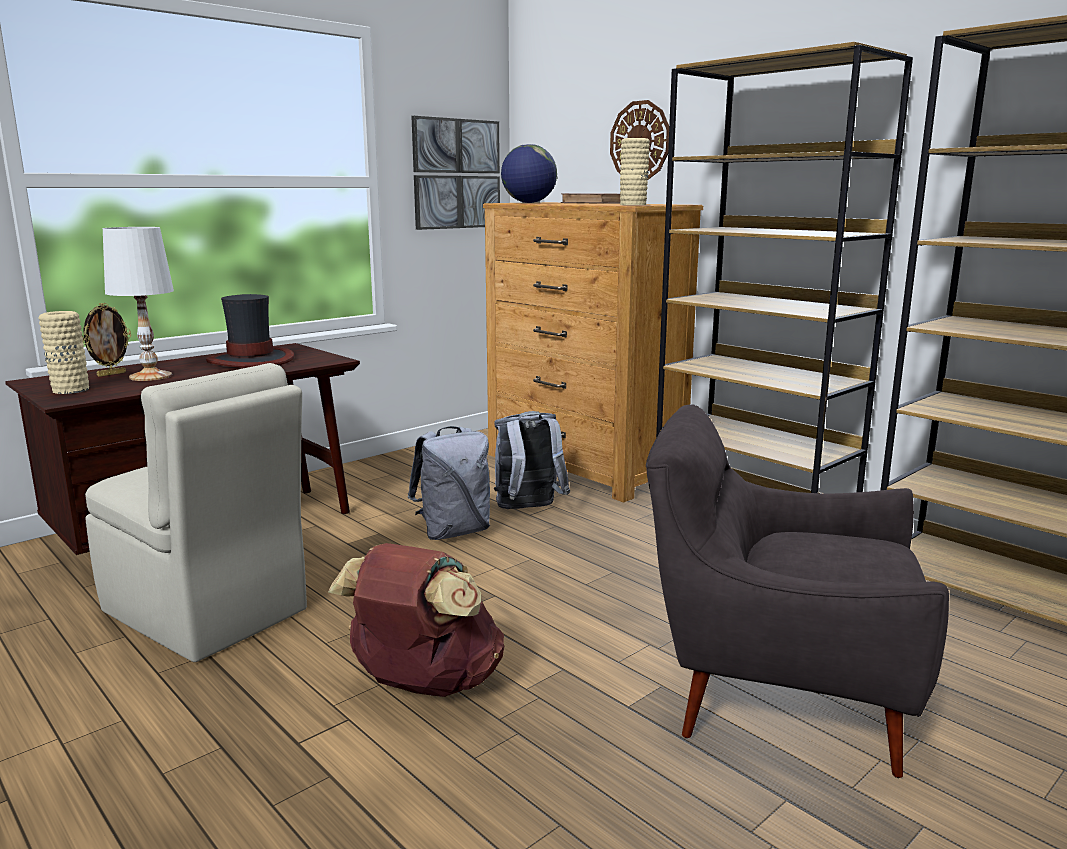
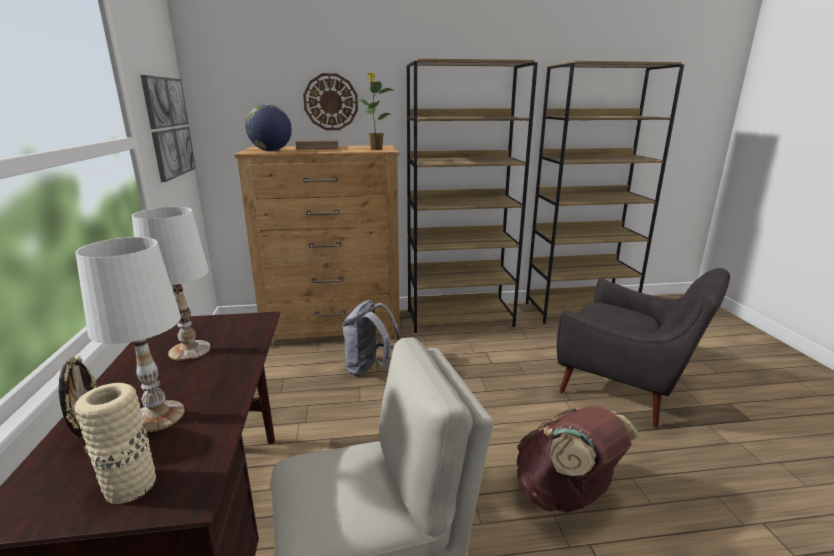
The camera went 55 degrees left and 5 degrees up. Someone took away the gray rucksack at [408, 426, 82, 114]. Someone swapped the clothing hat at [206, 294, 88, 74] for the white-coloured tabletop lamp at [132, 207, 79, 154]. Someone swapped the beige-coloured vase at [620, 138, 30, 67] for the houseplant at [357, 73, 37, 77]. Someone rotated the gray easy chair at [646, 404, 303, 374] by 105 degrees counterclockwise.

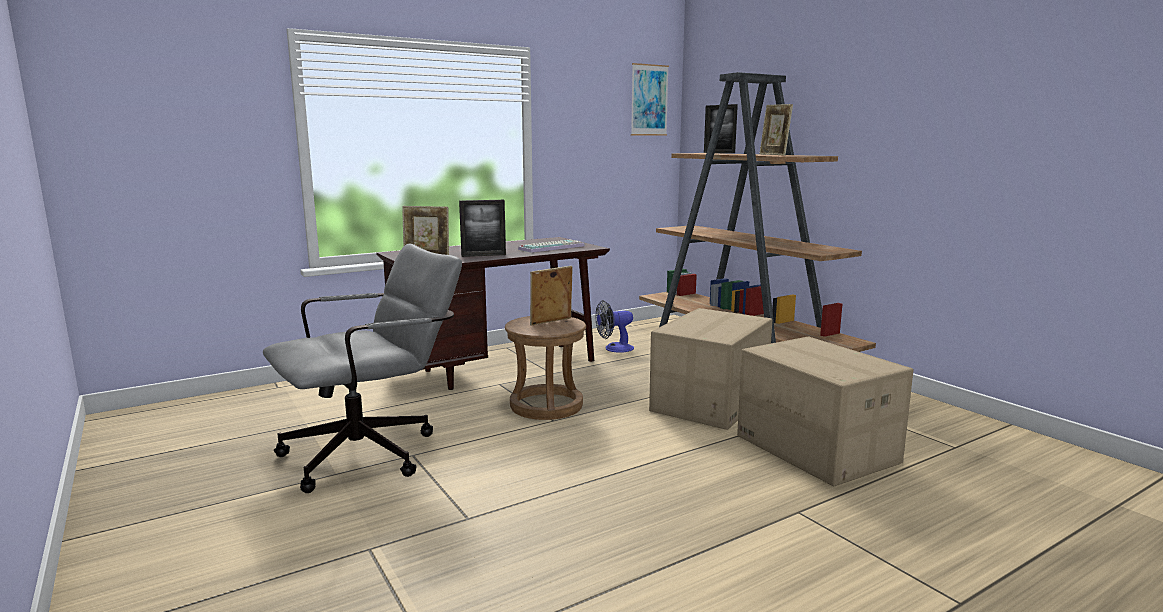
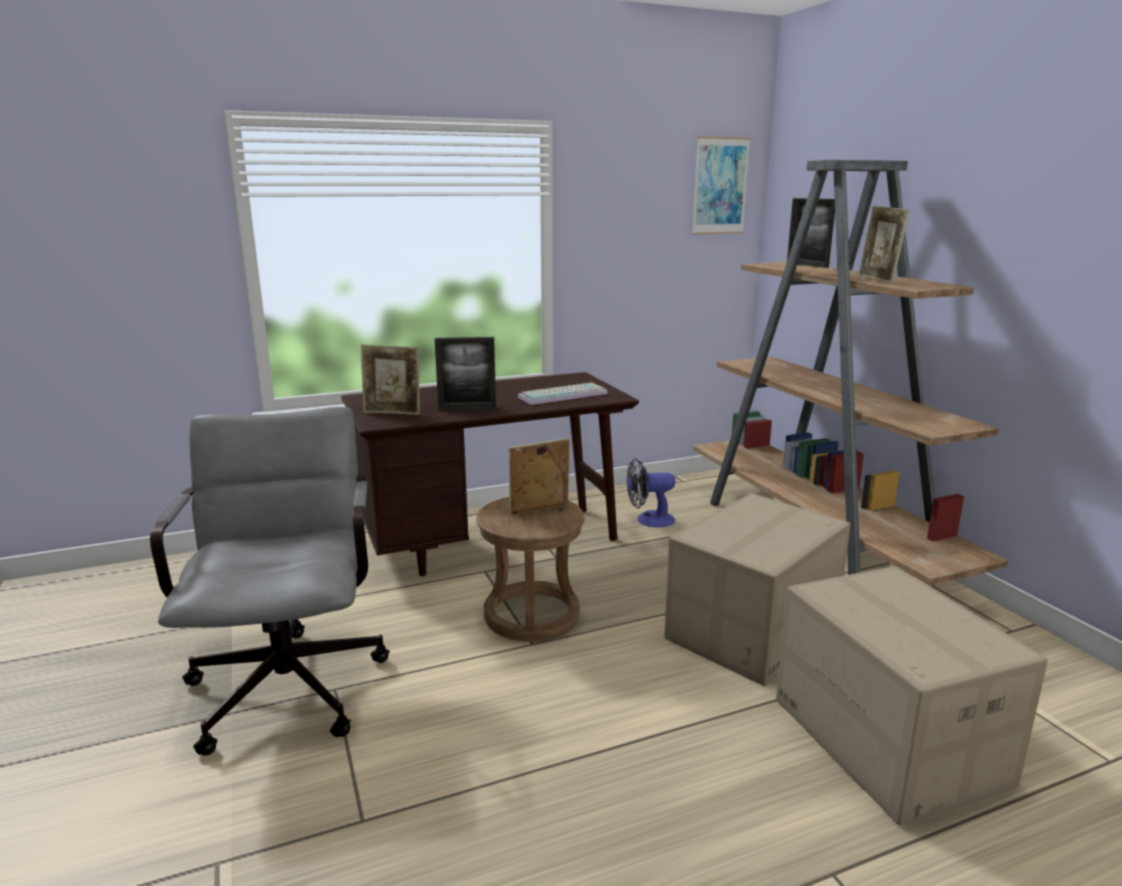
The camera went 10 degrees right and 5 degrees up. Someone rotated the gray desk chair at [263, 244, 199, 249] by 75 degrees counterclockwise.

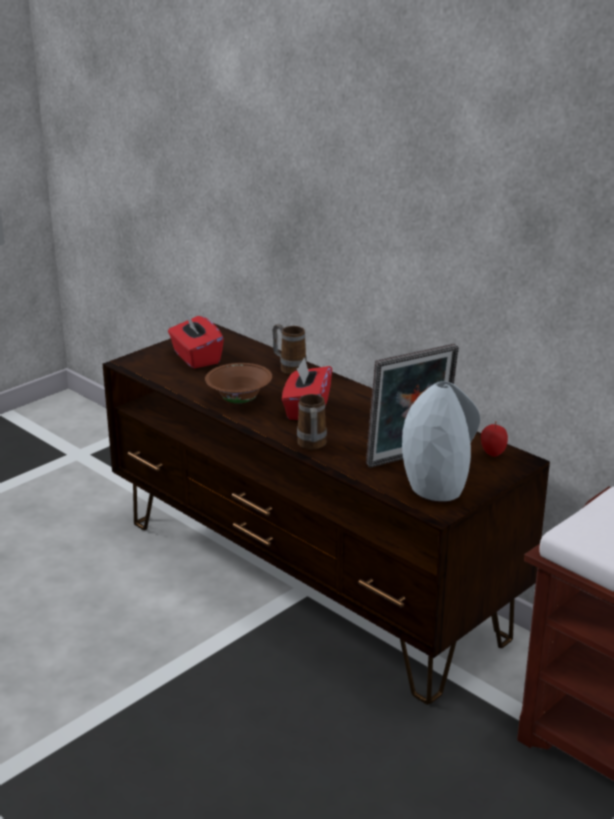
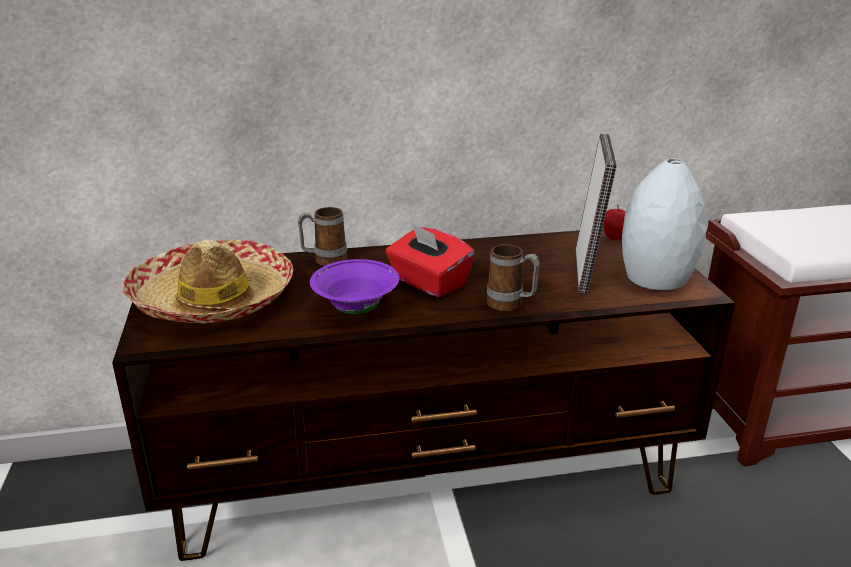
The camera went 55 degrees left and 0 degrees up. Someone swapped the reddish tissue box at [168, 313, 56, 55] for the clothing hat at [122, 239, 171, 84]. Someone repainted the brownish serving bowl at [205, 363, 67, 40], which became the purple serving bowl at [310, 259, 89, 55].

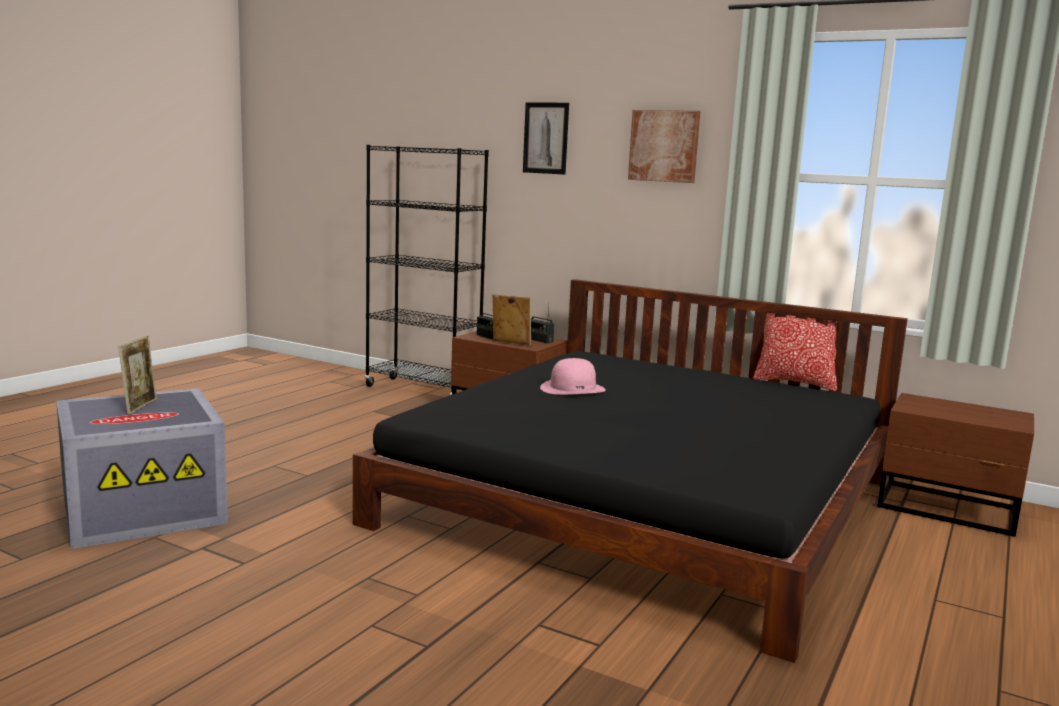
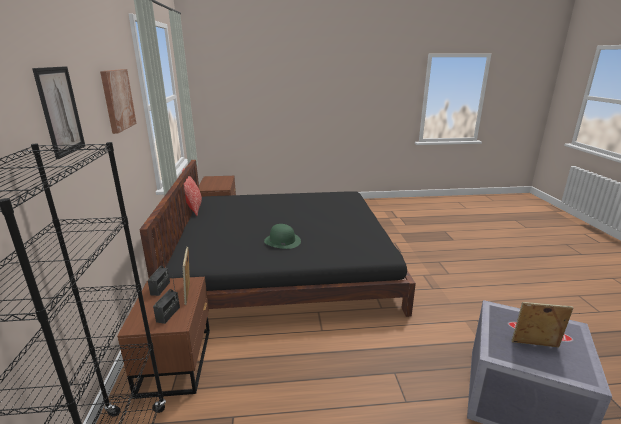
The camera went 125 degrees left and 10 degrees up. Someone repainted the pink-coloured clothing hat at [540, 358, 66, 37], which became the green clothing hat at [264, 224, 37, 25]. Someone rotated the photo frame at [118, 336, 39, 79] by 45 degrees clockwise.

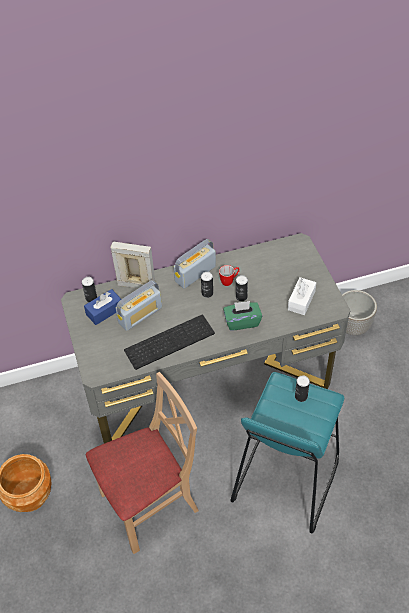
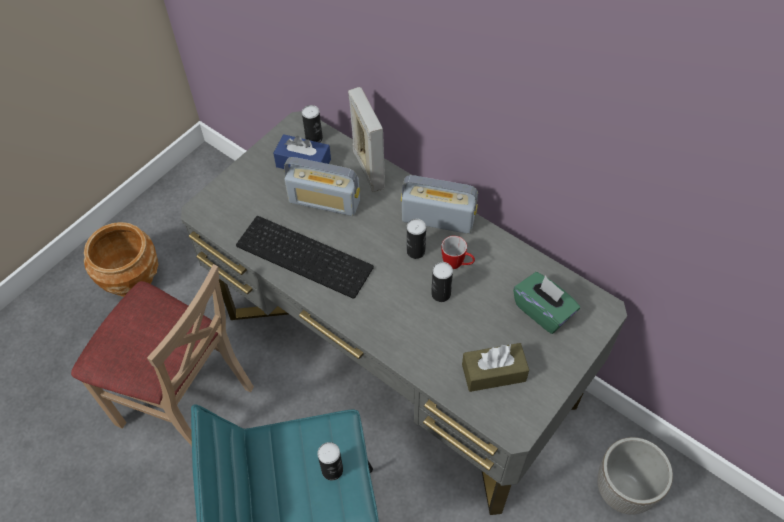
The camera went 55 degrees right and 5 degrees up. Someone carried the green tissue box from [223, 301, 39, 30] to [513, 272, 67, 62]. Someone repainted the white-coloured tissue box at [288, 277, 28, 38], which became the brownish tissue box at [462, 343, 67, 49].

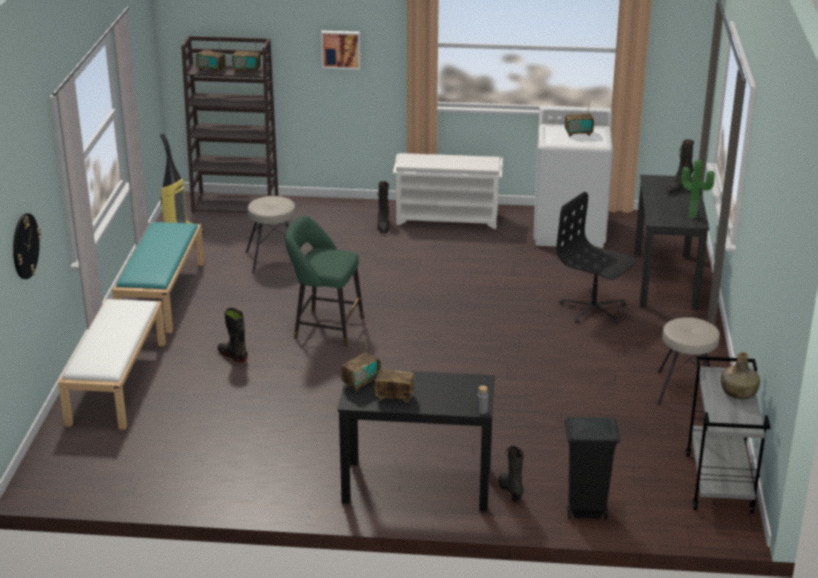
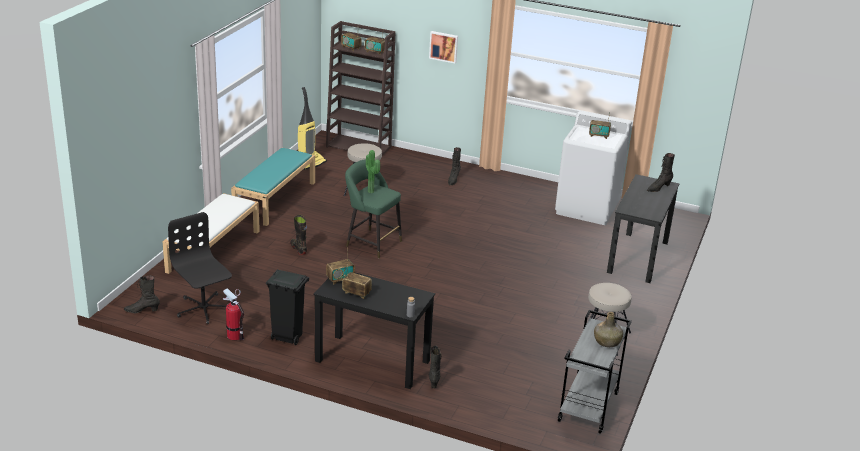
The camera went 15 degrees right and 0 degrees up. Someone took away the hanging clock at [13, 213, 28, 66]. Someone took away the white-coloured shoe shelf at [393, 153, 110, 76]. Someone put down the black high-top boot at [124, 276, 36, 37]. Someone put down the fire-fighting cylinder at [223, 288, 21, 52]. Someone carried the black desk chair from [556, 192, 81, 131] to [168, 212, 64, 112]. Someone carried the black rubbish bin from [565, 417, 55, 103] to [266, 269, 43, 76]. Someone carried the houseplant from [681, 160, 34, 58] to [366, 150, 14, 43].

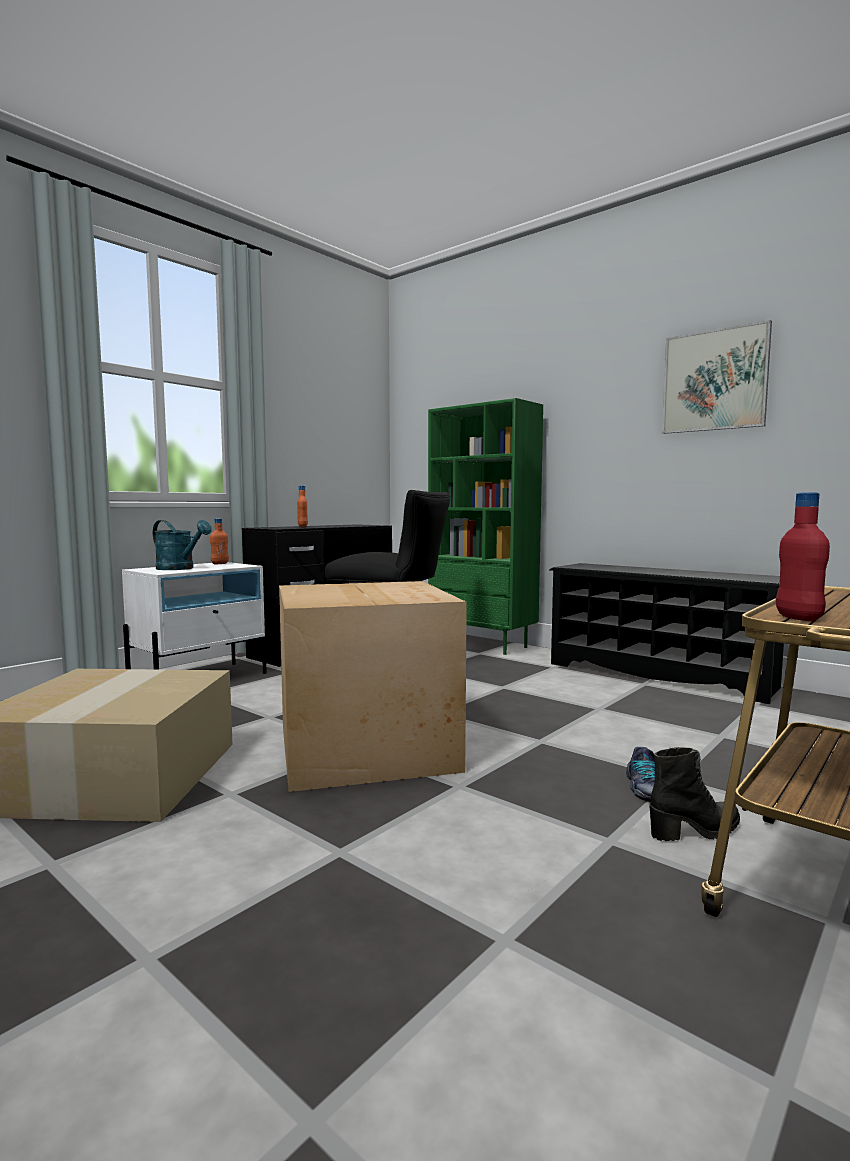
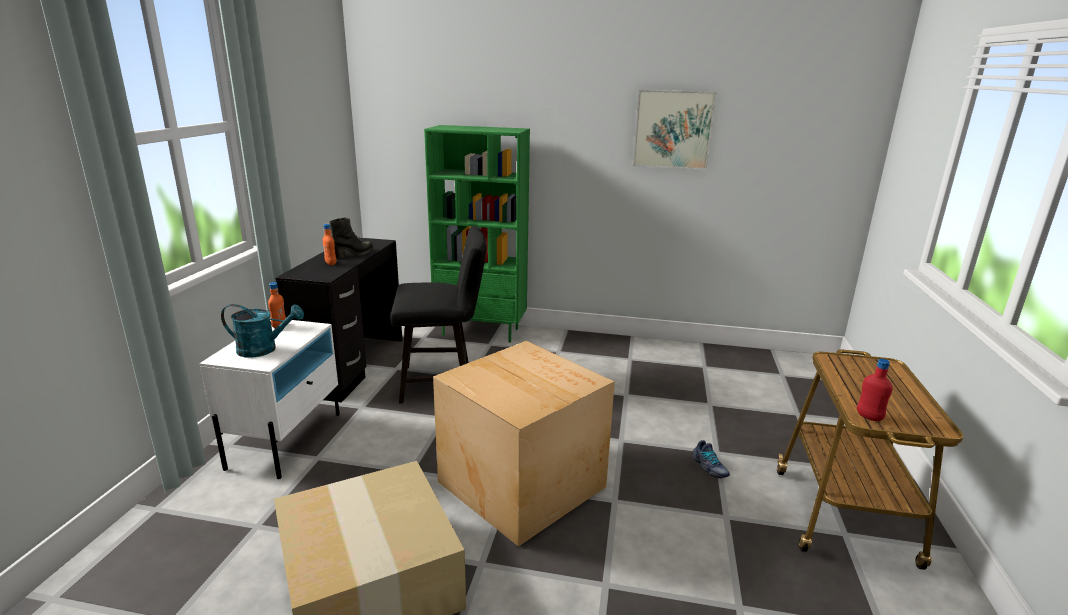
The camera went 30 degrees left and 15 degrees up. Someone took away the black shoe shelf at [550, 563, 234, 141]. Someone carried the black high-top boot from [649, 747, 91, 94] to [329, 218, 44, 41].

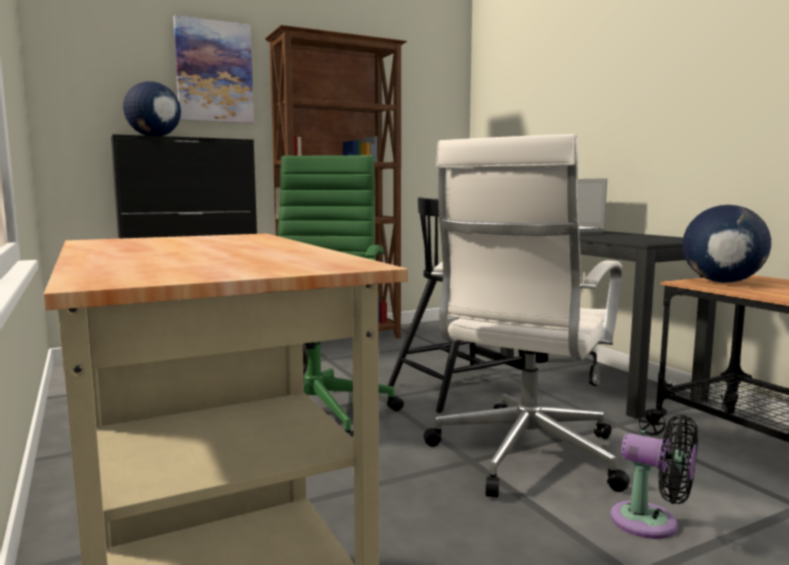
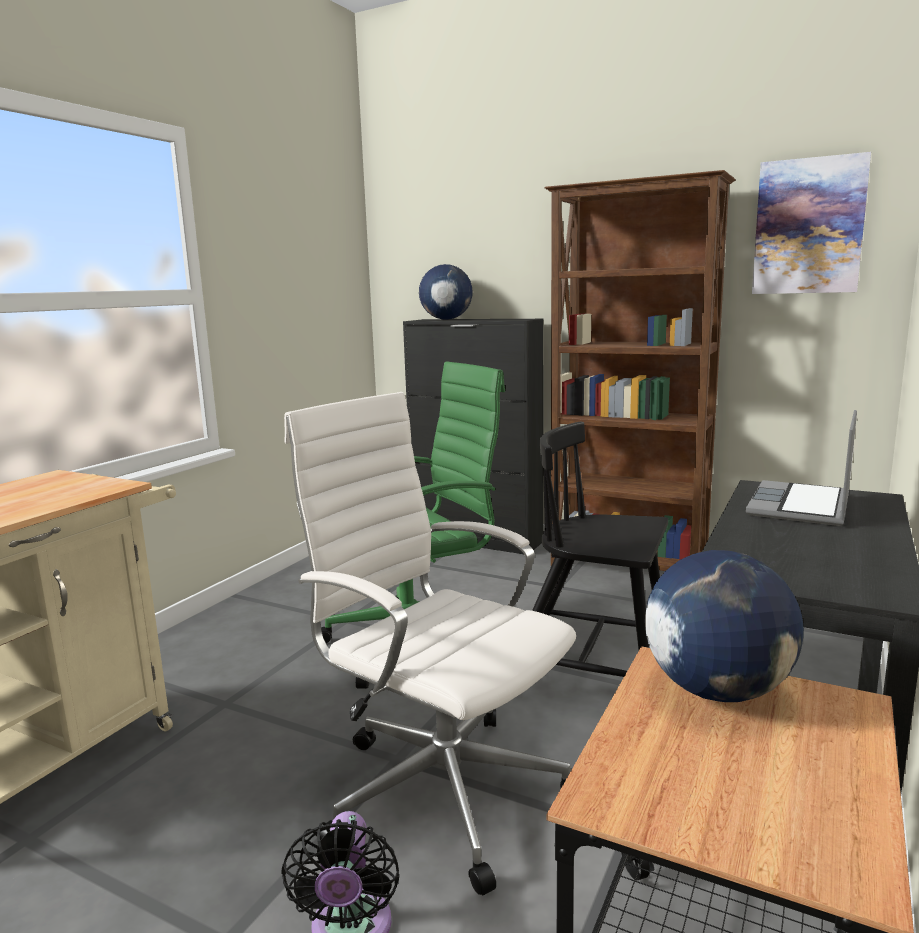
The camera went 55 degrees right and 5 degrees up. Someone carried the picture from [173, 15, 81, 109] to [752, 152, 119, 142]. Someone rotated the white-coloured desk chair at [423, 134, 207, 364] by 45 degrees clockwise.

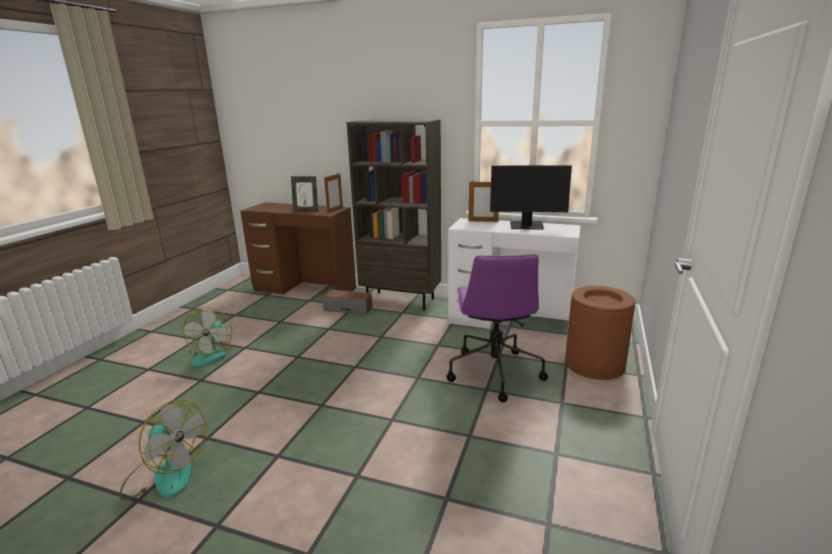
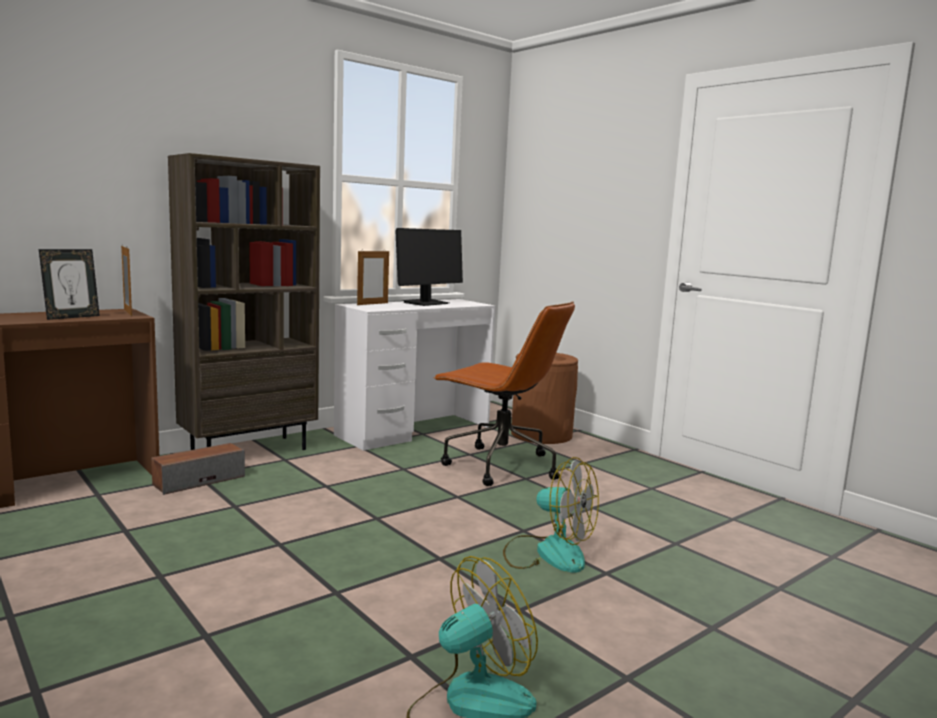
The camera went 60 degrees left and 10 degrees down. Someone carried the fan from [183, 307, 49, 60] to [503, 457, 96, 116]. Someone repainted the purple desk chair at [446, 254, 102, 148], which became the brownish desk chair at [433, 301, 142, 185].

